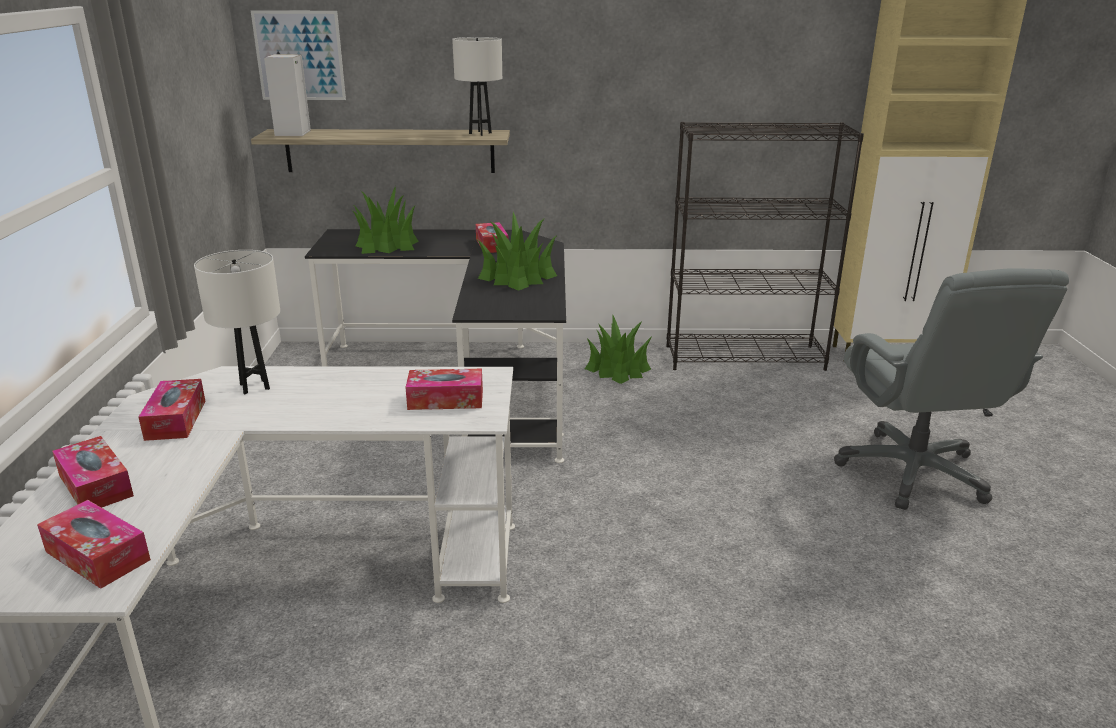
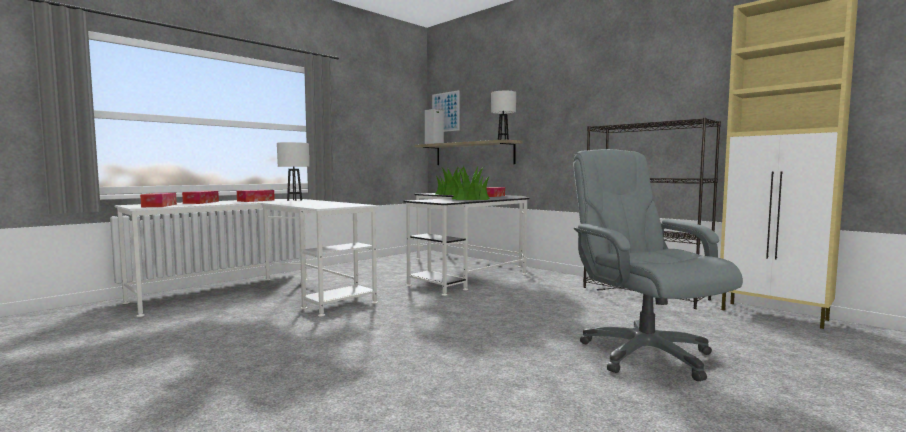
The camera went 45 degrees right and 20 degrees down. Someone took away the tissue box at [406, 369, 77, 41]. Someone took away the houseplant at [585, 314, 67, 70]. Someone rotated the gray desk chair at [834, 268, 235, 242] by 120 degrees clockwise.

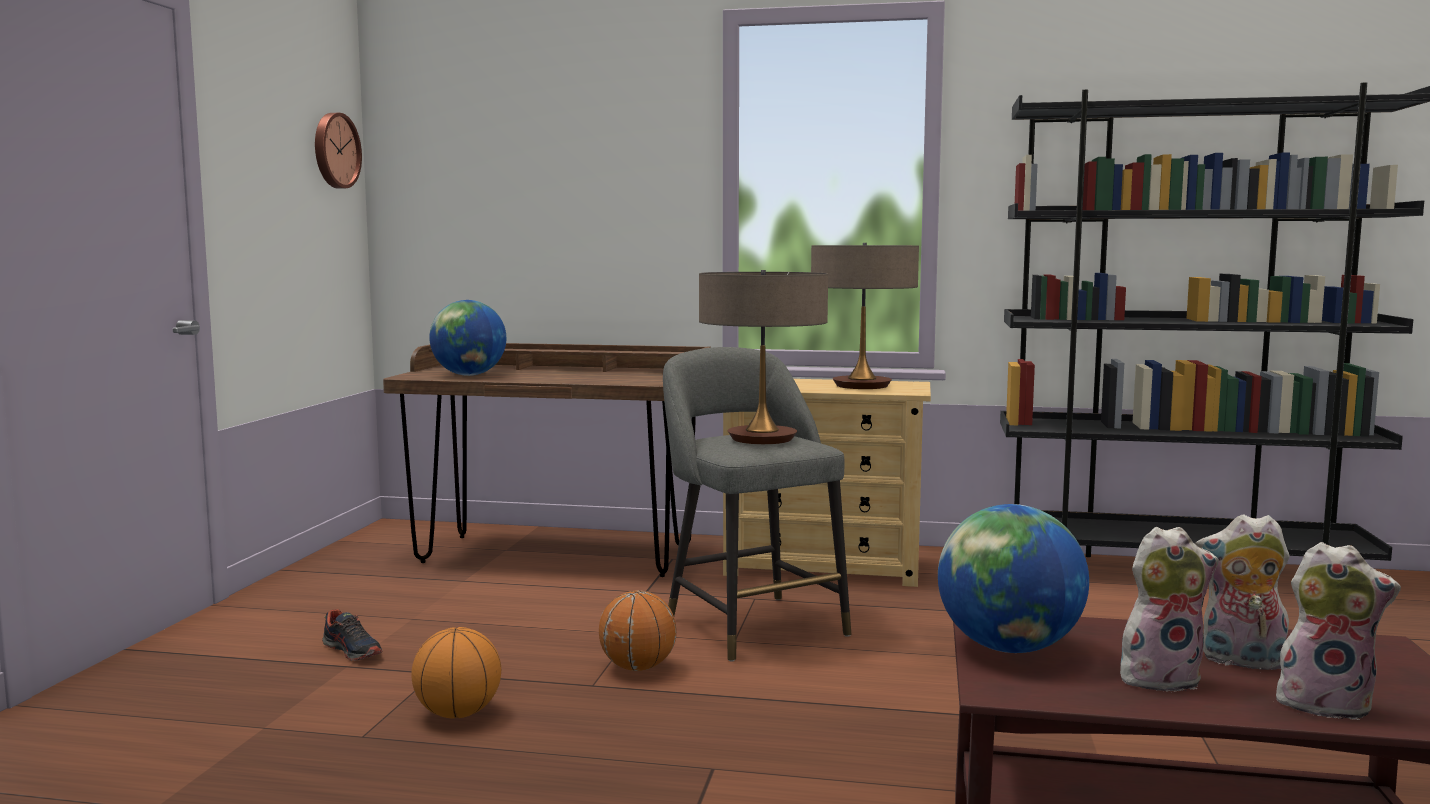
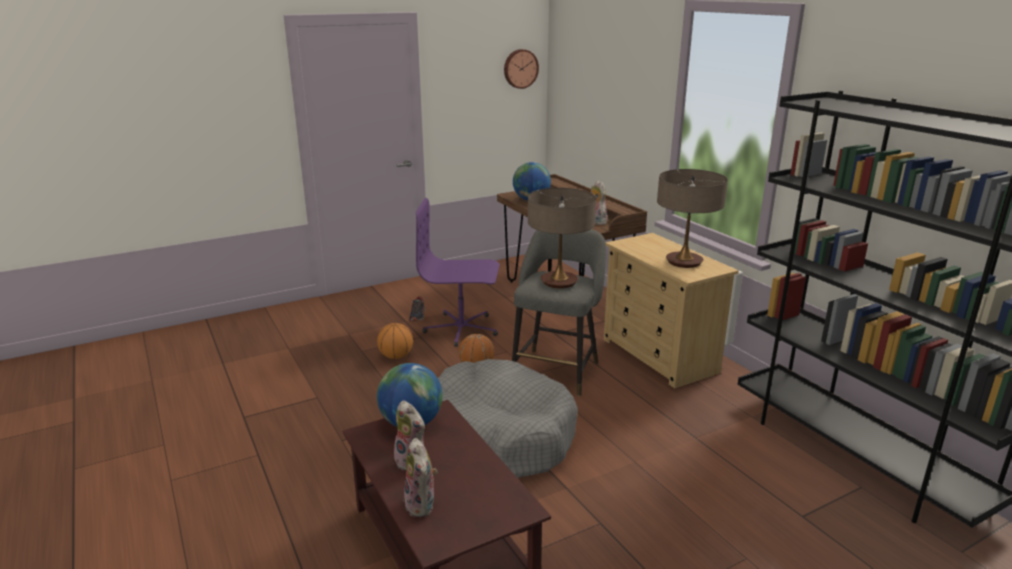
The camera went 50 degrees right and 15 degrees up. Someone put down the purple desk chair at [415, 198, 85, 149]. Someone put down the gray dog cushion at [438, 359, 140, 119]. Someone carried the cuddly toy from [1195, 515, 95, 155] to [591, 181, 16, 44].

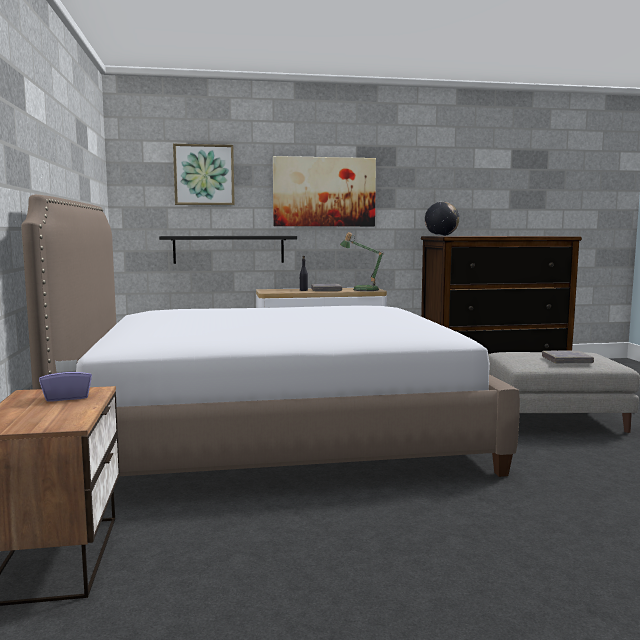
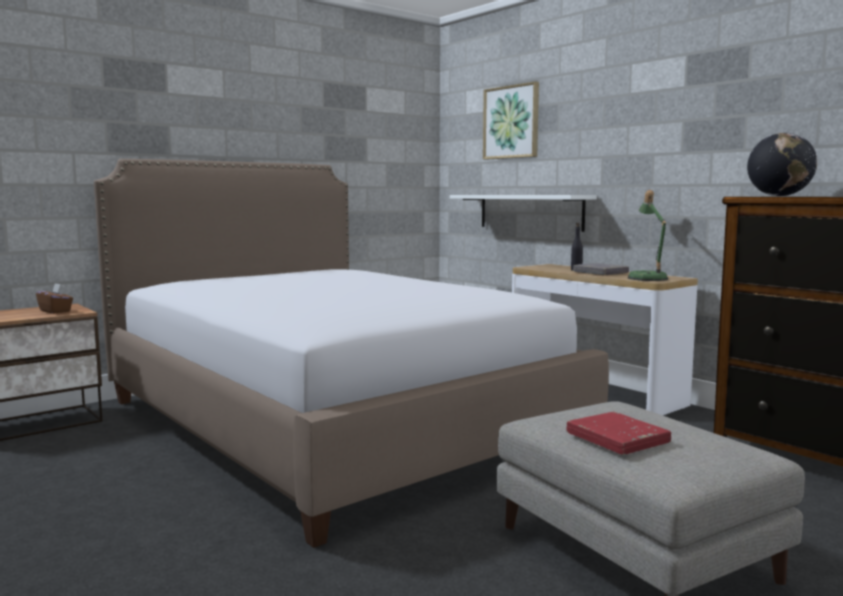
The camera went 60 degrees right and 0 degrees up. Someone took away the picture at [273, 156, 103, 70]. Someone repainted the purple tissue box at [39, 360, 53, 41], which became the brownish tissue box at [36, 283, 37, 31]. Someone repainted the black wall shelf at [159, 236, 138, 28], which became the white-coloured wall shelf at [450, 195, 147, 37]. Someone repainted the gray volume at [542, 350, 52, 13], which became the reddish volume at [566, 411, 105, 44].

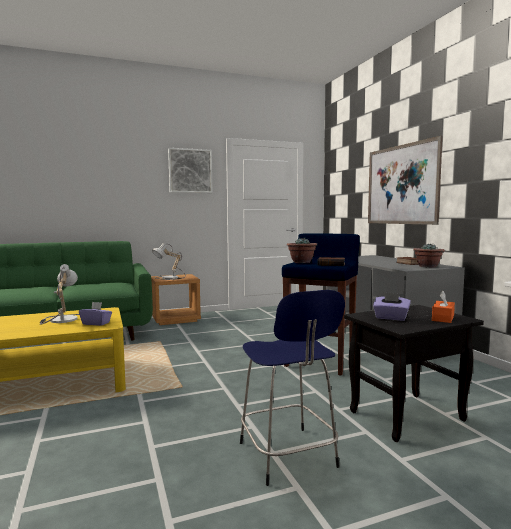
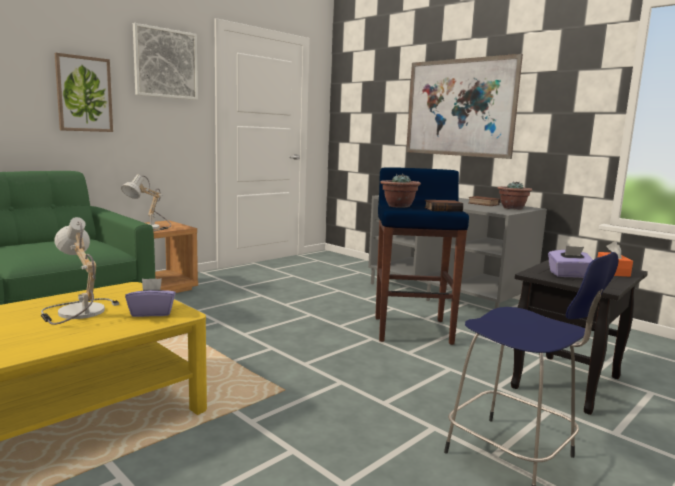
The camera went 25 degrees left and 5 degrees up. Someone put up the picture at [55, 53, 58, 79].

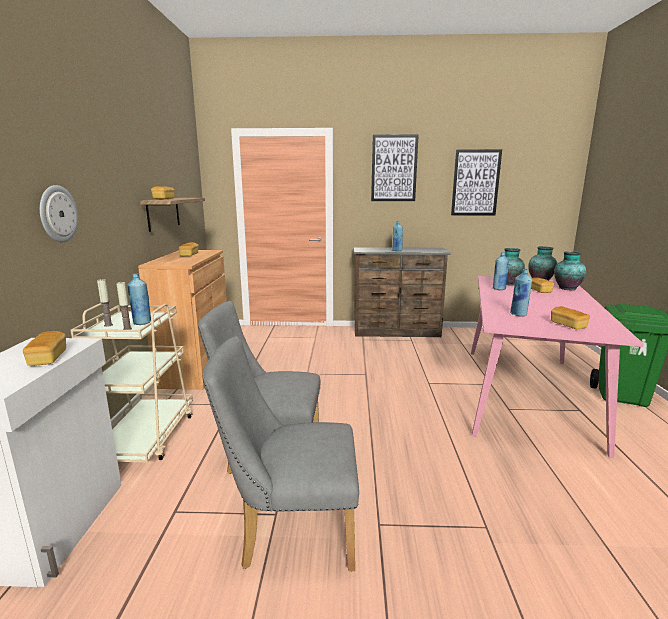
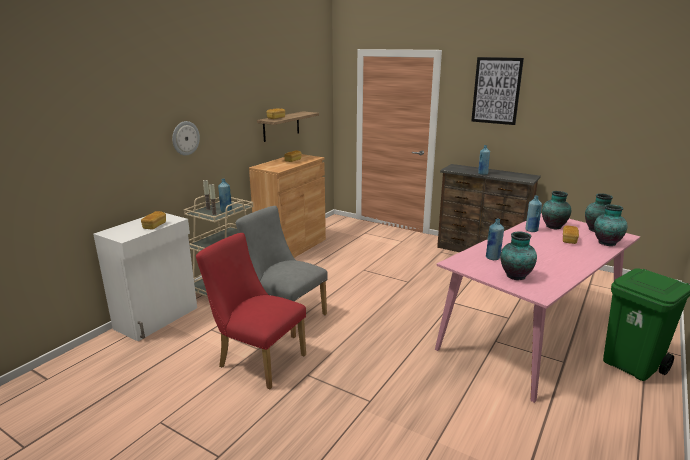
The camera went 30 degrees right and 5 degrees up. Someone took away the picture at [451, 149, 51, 66]. Someone swapped the baked bread at [551, 306, 39, 23] for the vase at [500, 232, 37, 48]. Someone repainted the gray chair at [203, 336, 156, 235], which became the reddish chair at [196, 233, 110, 156].

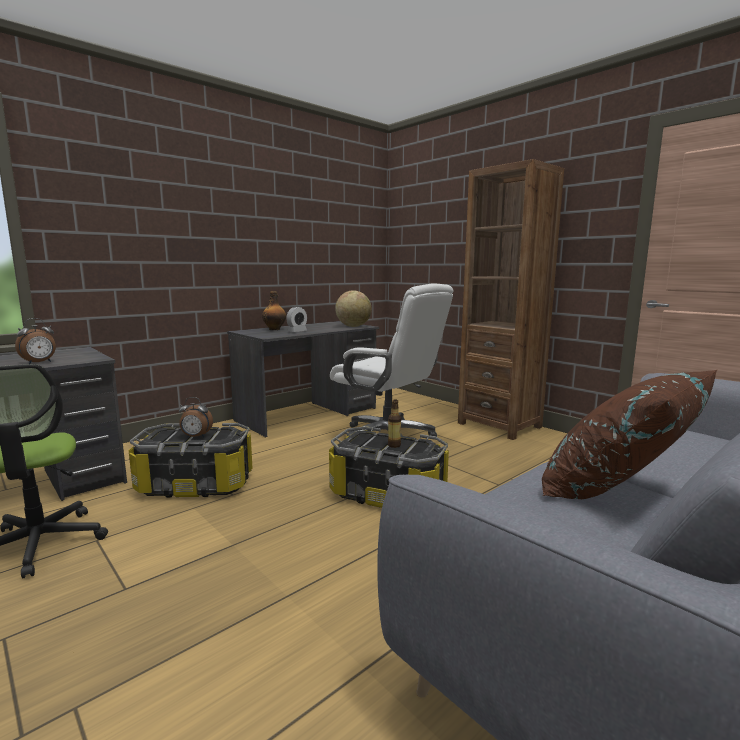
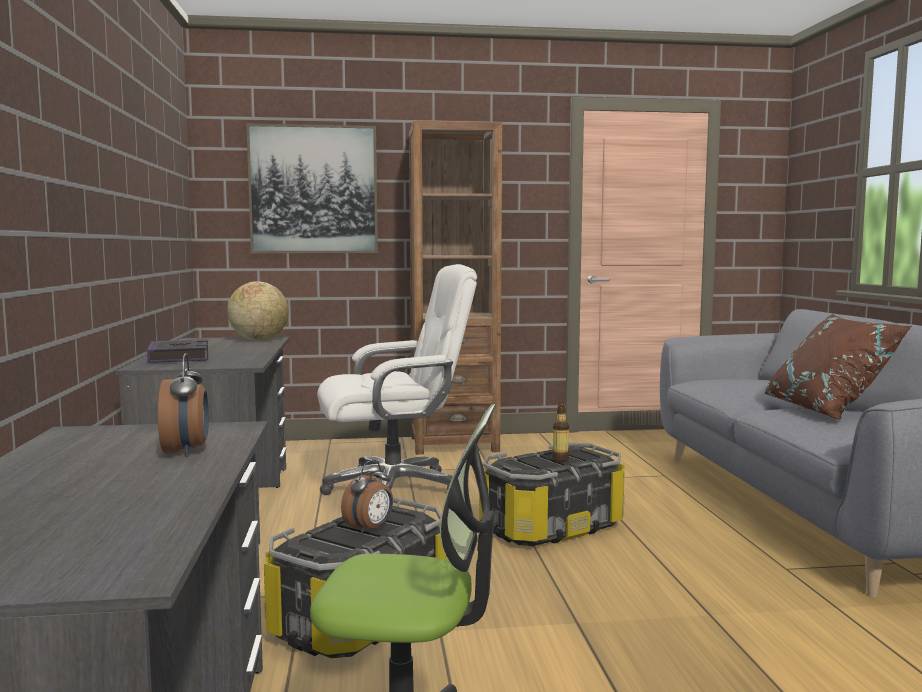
The camera went 55 degrees left and 5 degrees down. Someone took away the table clock at [286, 307, 21, 25]. Someone put up the picture at [247, 124, 131, 129]. Someone swapped the beverage bottle at [262, 291, 24, 39] for the volume at [147, 339, 61, 24].

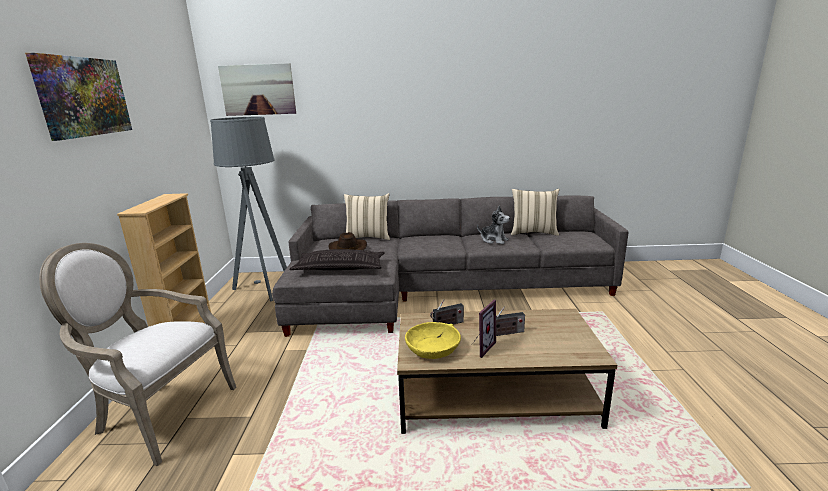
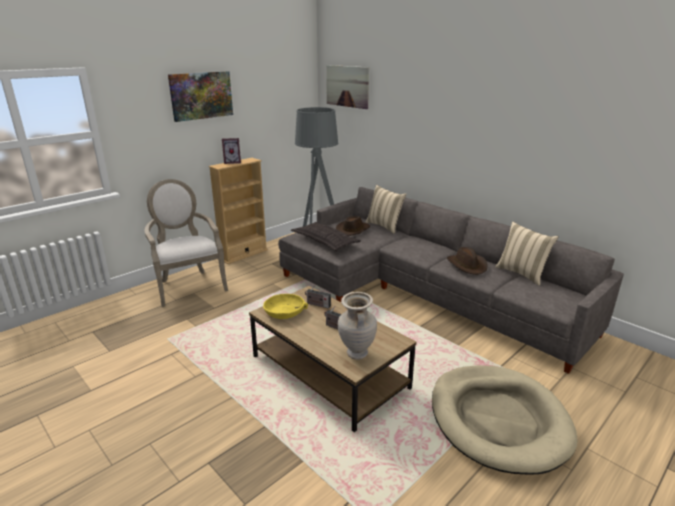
The camera went 45 degrees right and 5 degrees up. Someone put down the beige-coloured vase at [338, 292, 39, 68]. Someone put down the beige-coloured dog cushion at [432, 365, 146, 110]. Someone carried the photo frame from [472, 300, 24, 58] to [222, 138, 19, 26]. Someone swapped the cuddly toy at [477, 206, 33, 38] for the brownish clothing hat at [447, 247, 41, 28].

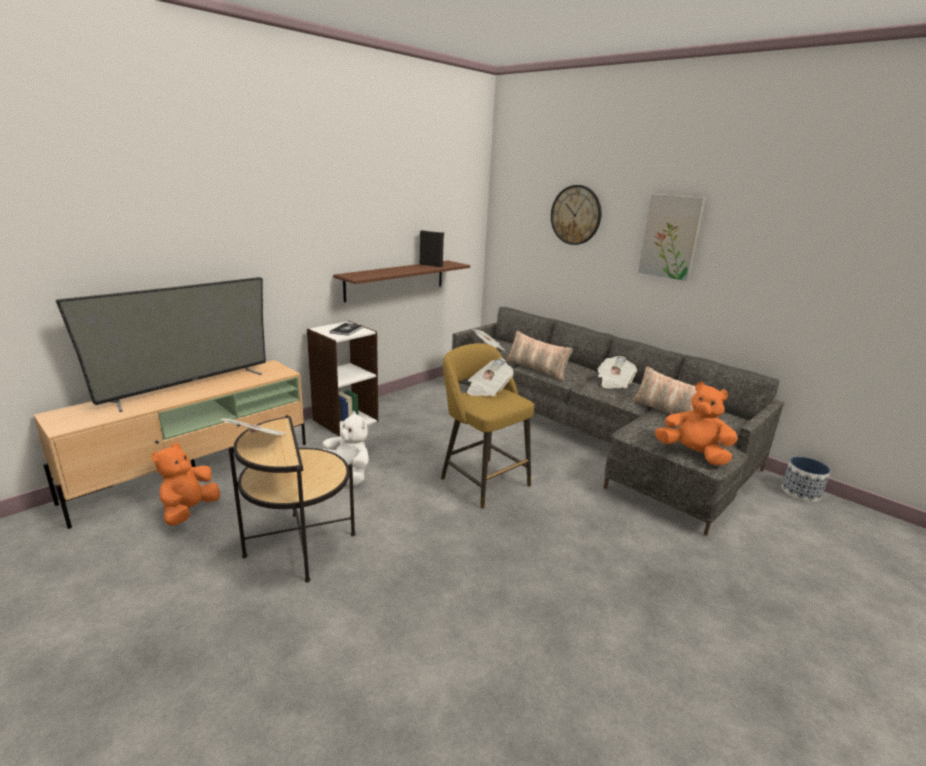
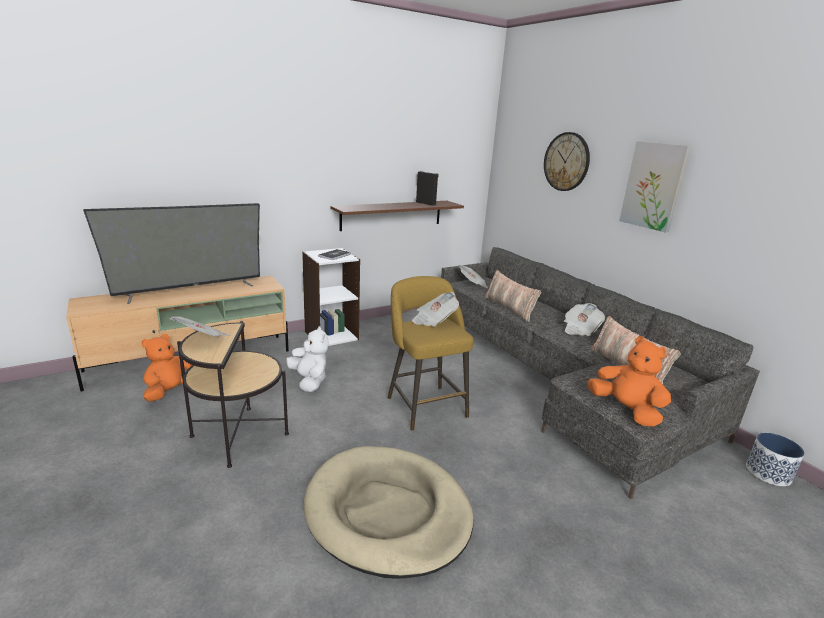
The camera went 15 degrees right and 0 degrees up. Someone put down the beige-coloured dog cushion at [304, 446, 170, 133].

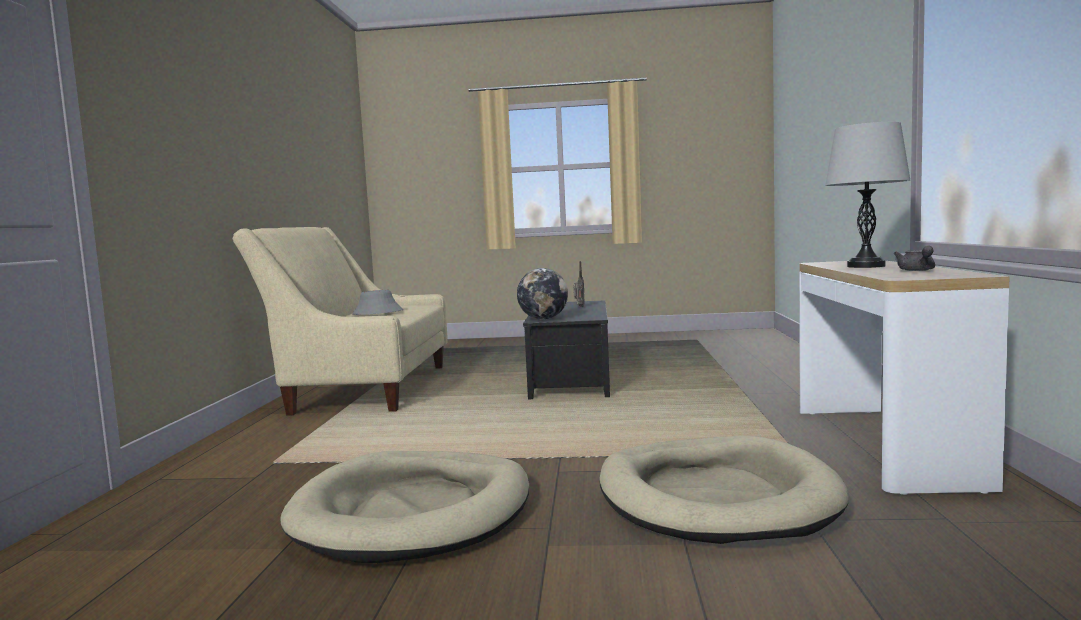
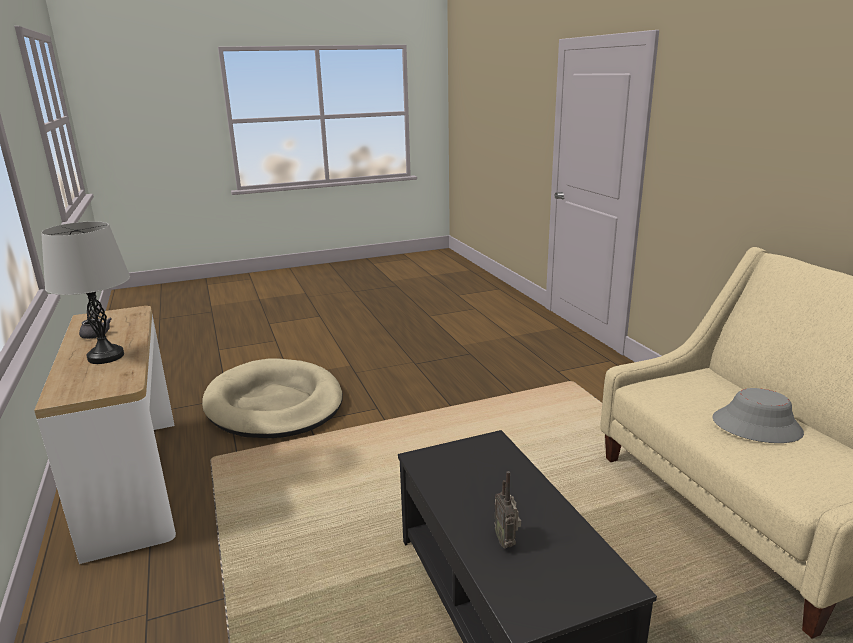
The camera went 155 degrees right and 15 degrees up. Someone took away the beige-coloured dog cushion at [280, 451, 249, 112]. Someone took away the world globe at [517, 268, 51, 51].

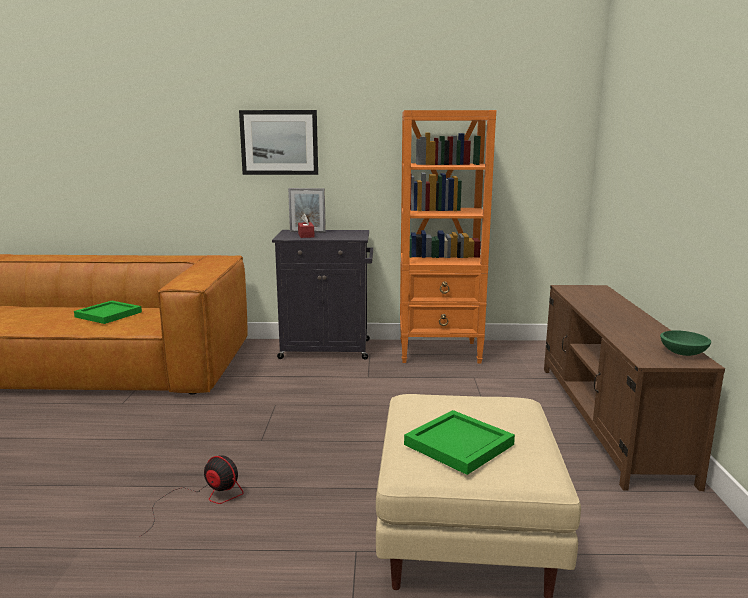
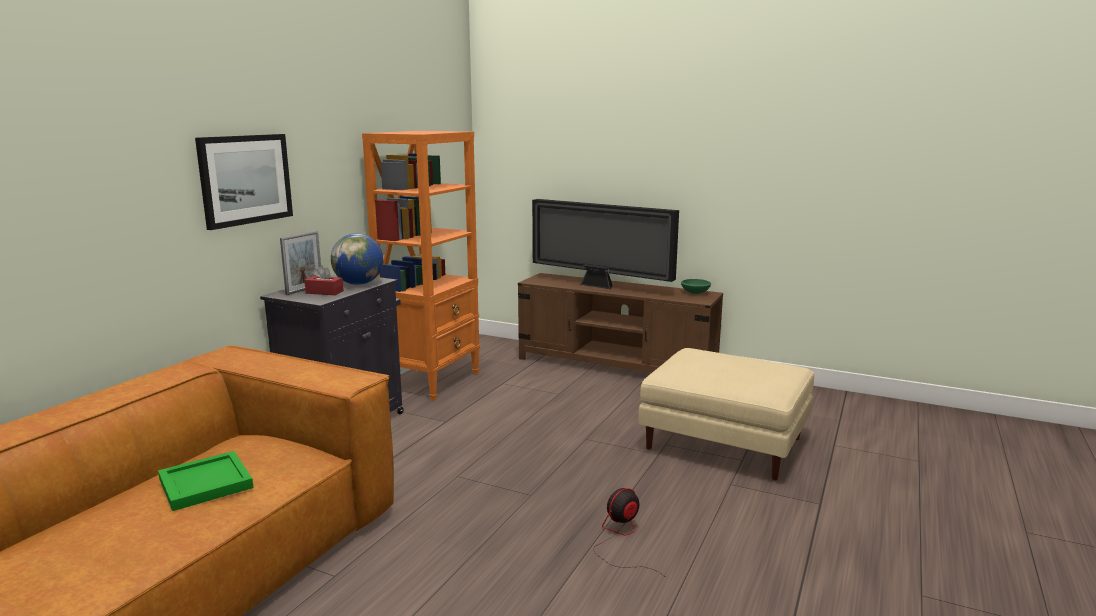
The camera went 65 degrees left and 0 degrees up. Someone took away the green tray at [404, 410, 111, 65]. Someone put down the world globe at [331, 233, 53, 52]. Someone put down the television at [532, 199, 147, 90].

